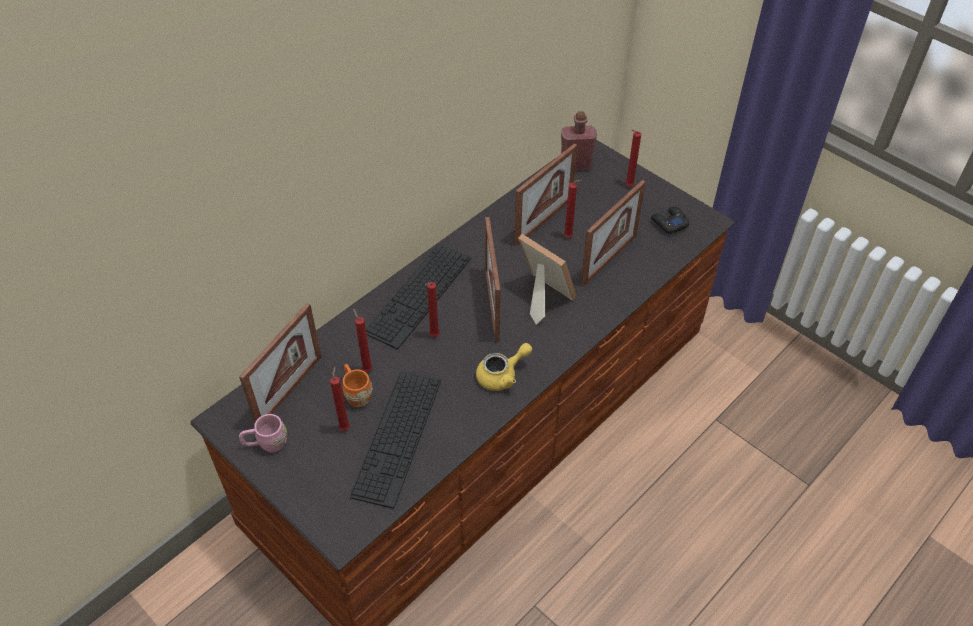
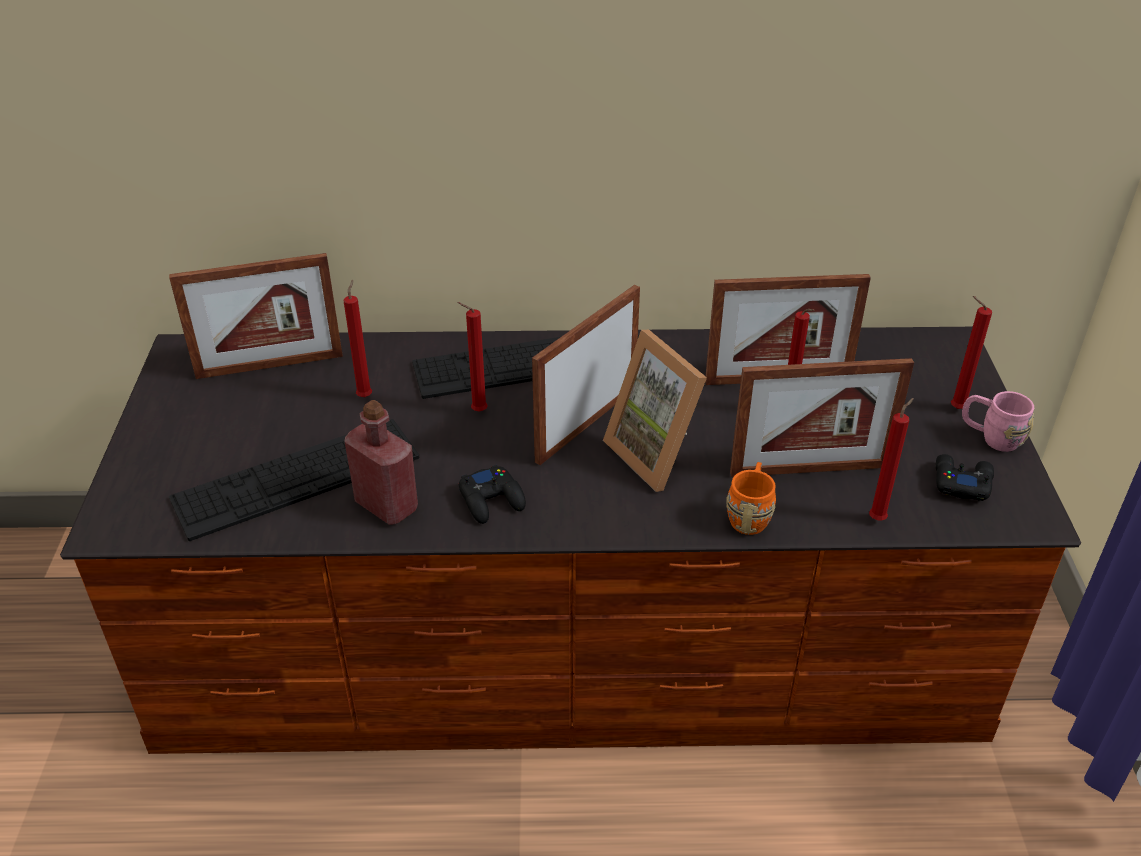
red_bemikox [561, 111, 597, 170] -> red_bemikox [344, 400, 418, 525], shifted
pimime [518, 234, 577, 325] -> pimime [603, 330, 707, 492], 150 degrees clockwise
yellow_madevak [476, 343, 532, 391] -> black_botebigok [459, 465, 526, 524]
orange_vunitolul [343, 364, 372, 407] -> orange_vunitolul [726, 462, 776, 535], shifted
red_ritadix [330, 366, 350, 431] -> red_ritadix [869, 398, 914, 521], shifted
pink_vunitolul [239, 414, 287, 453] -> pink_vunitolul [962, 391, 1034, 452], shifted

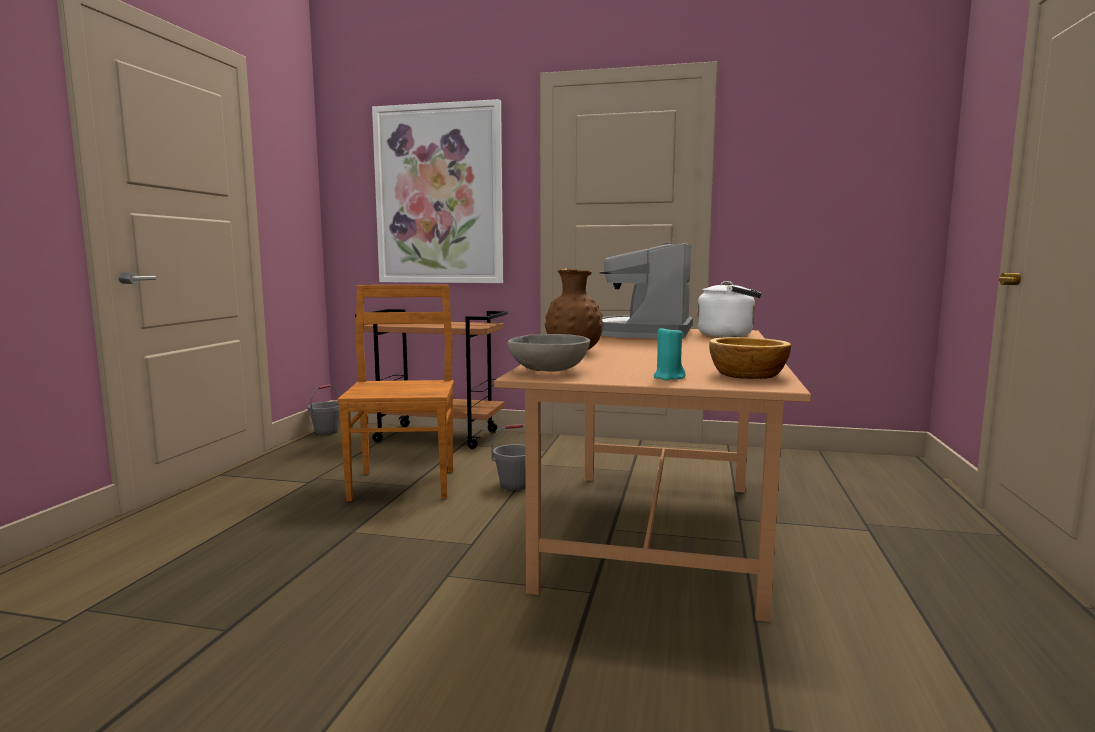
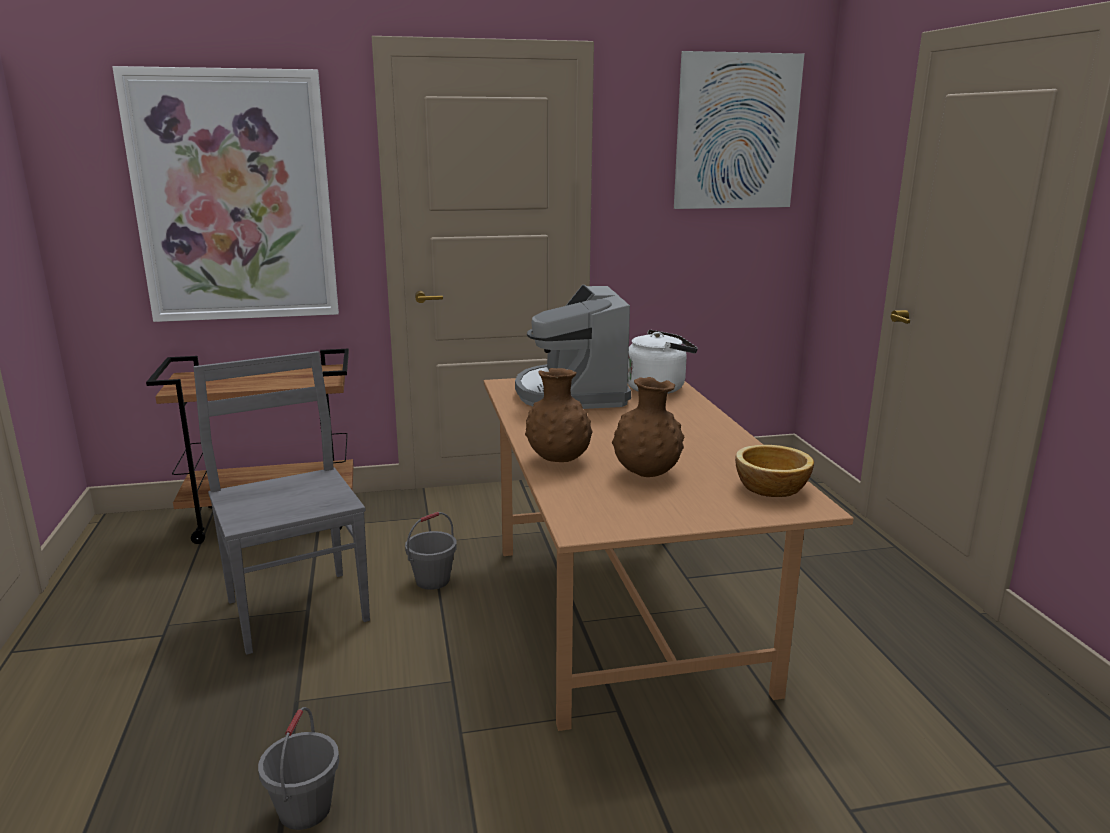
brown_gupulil [337, 285, 454, 501] -> grey_gupulil [193, 351, 370, 655]
turquoise_ritadix [654, 325, 685, 380] -> none
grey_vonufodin [507, 334, 590, 372] -> none
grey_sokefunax [308, 385, 340, 435] -> grey_sokefunax [258, 707, 339, 830], shifted
none -> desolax [674, 51, 804, 209]
none -> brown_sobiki [612, 377, 684, 477]

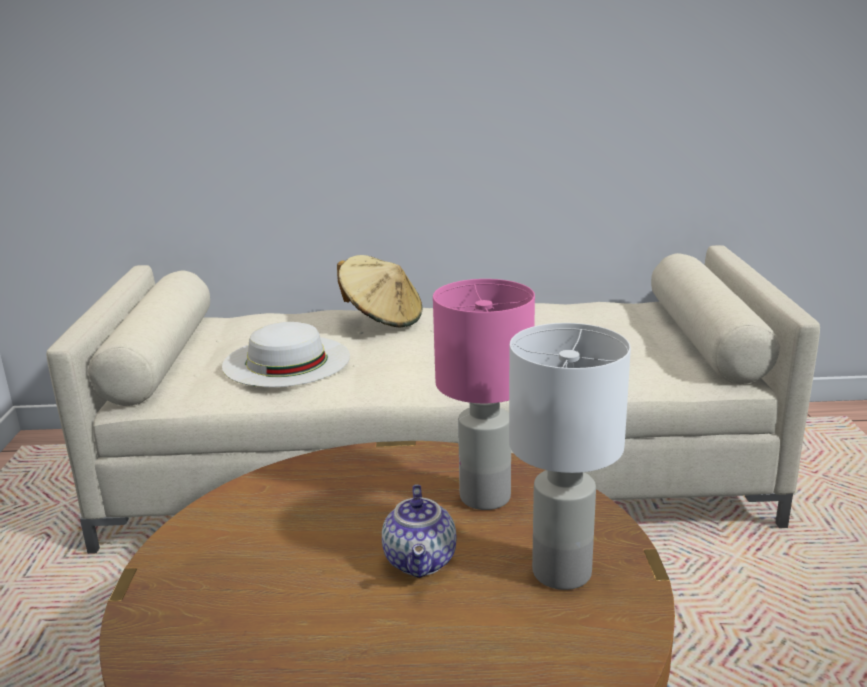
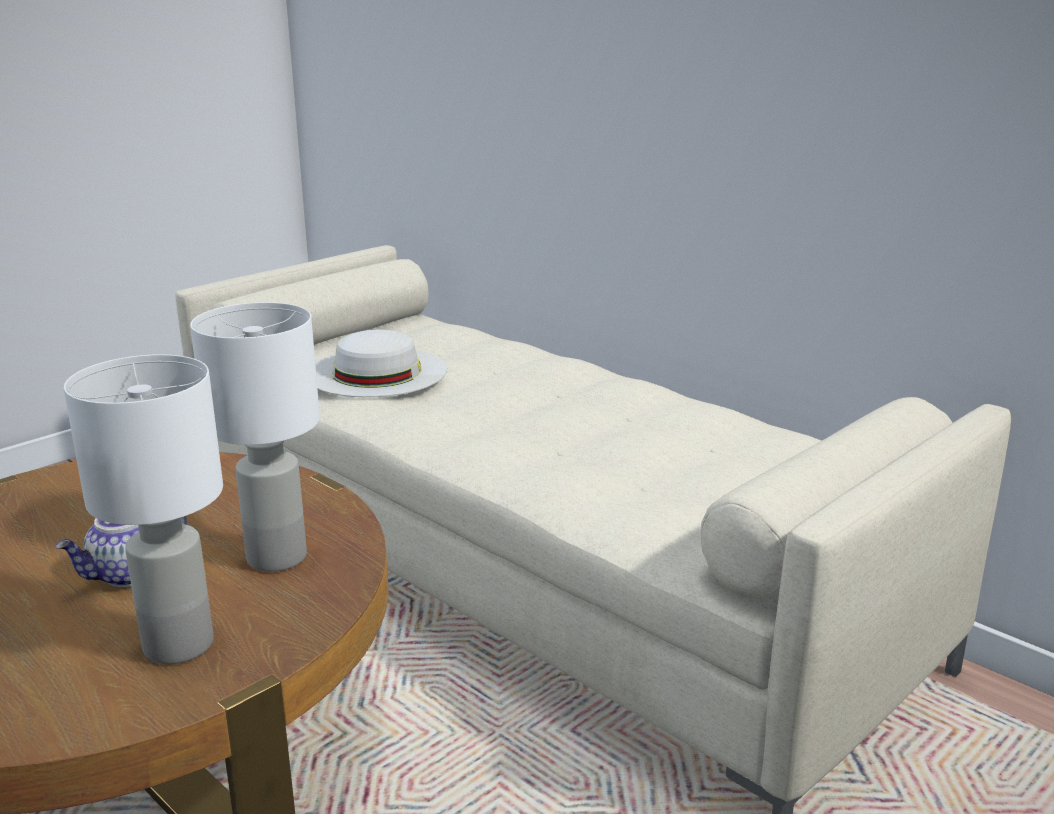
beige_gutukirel [337, 255, 422, 328] -> none
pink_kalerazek [433, 279, 535, 510] -> white_kalerazek [190, 302, 320, 572]

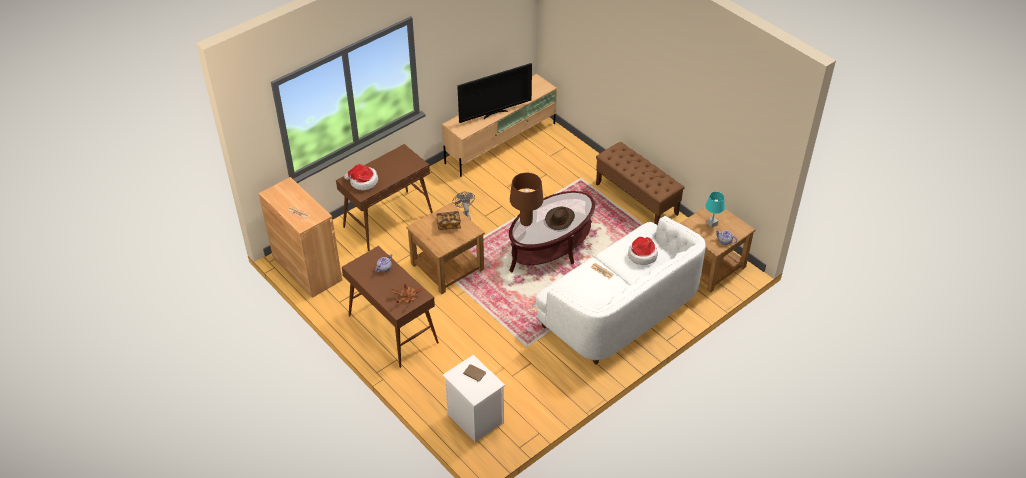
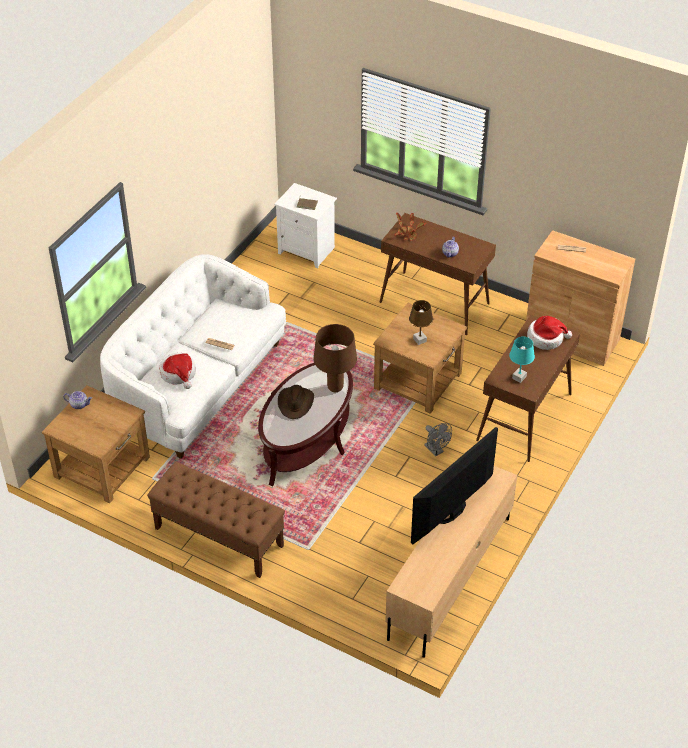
turquoise_kalerazek [705, 192, 725, 228] -> turquoise_kalerazek [509, 336, 535, 383], shifted
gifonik [436, 211, 461, 230] -> brown_kalerazek [409, 300, 433, 345]

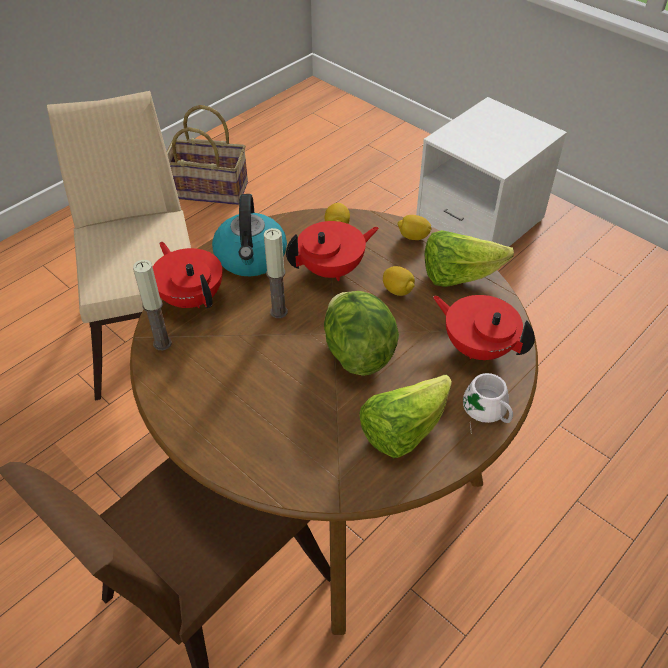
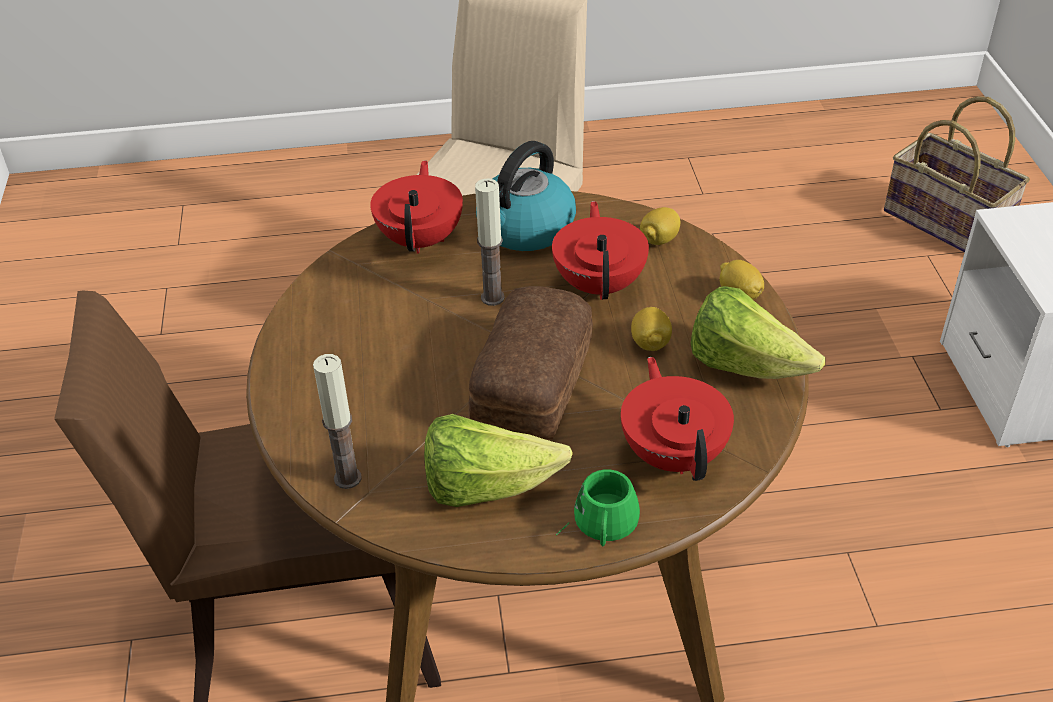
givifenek [166, 105, 248, 205] -> givifenek [884, 96, 1030, 253], shifted
red_madevak [286, 221, 379, 281] -> red_madevak [552, 201, 649, 300], 105 degrees counterclockwise
ritadix [133, 260, 172, 350] -> ritadix [313, 354, 361, 489], shifted
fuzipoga [324, 291, 399, 376] -> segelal [468, 286, 593, 440]
white_vunitolul [463, 373, 513, 428] -> green_vunitolul [556, 469, 640, 546]

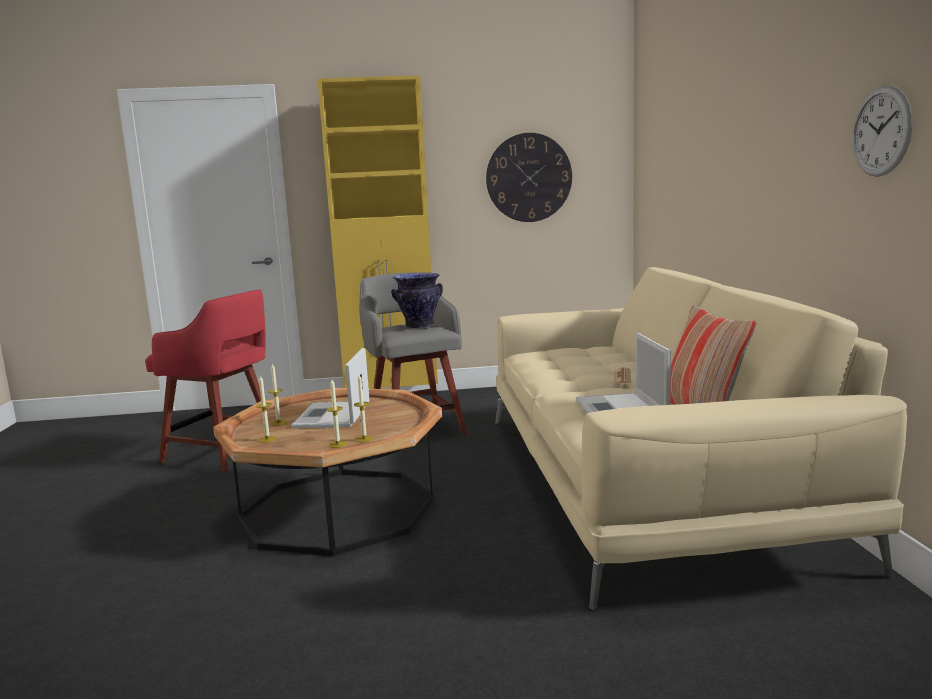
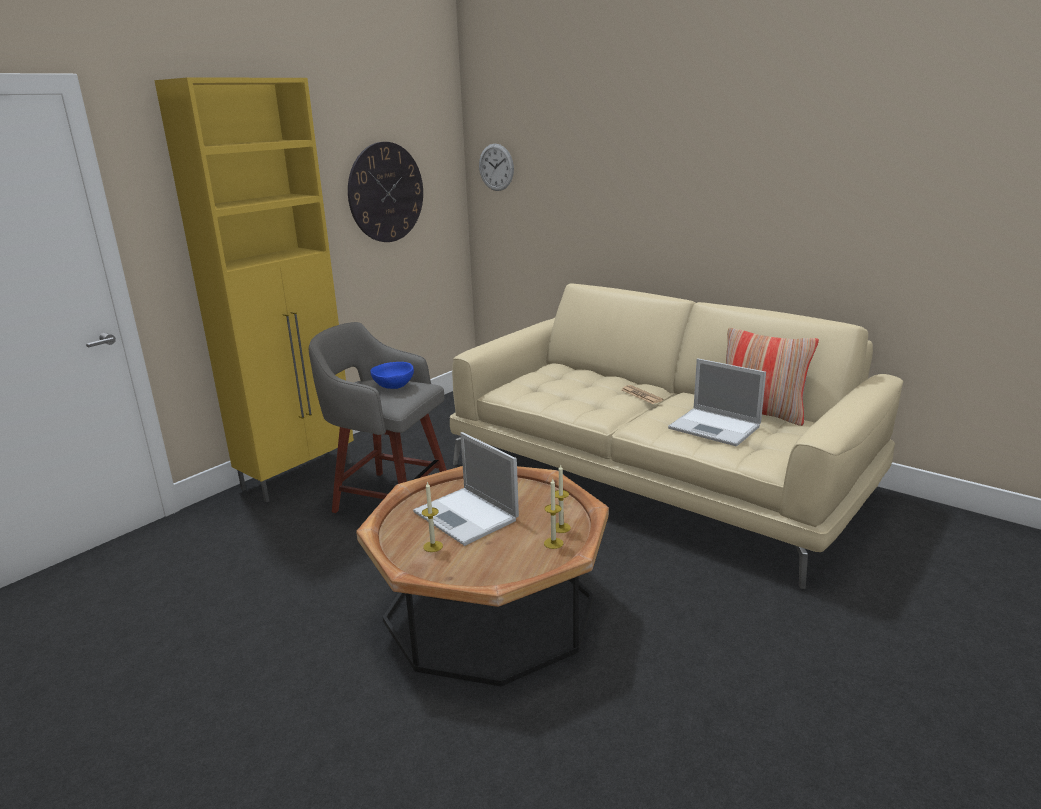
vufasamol [852, 86, 912, 177] -> vufasamol [479, 144, 514, 191], shifted
sobiki [391, 273, 443, 329] -> blue_vonufodin [370, 362, 414, 389]
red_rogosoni [145, 290, 266, 471] -> none
ritadix [256, 375, 277, 443] -> none

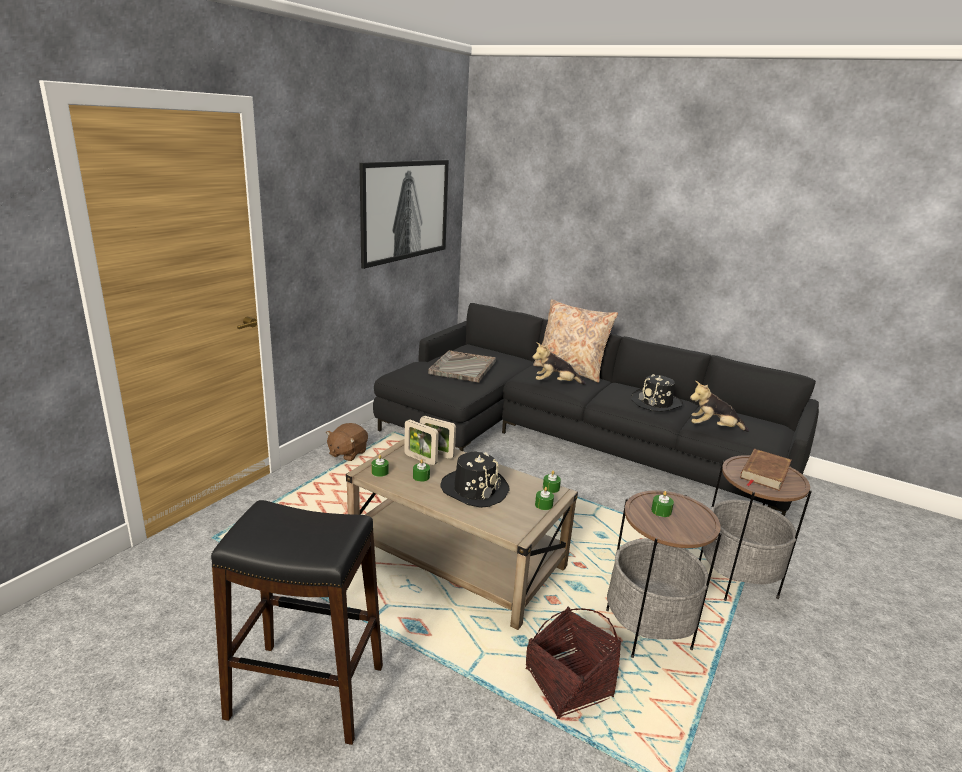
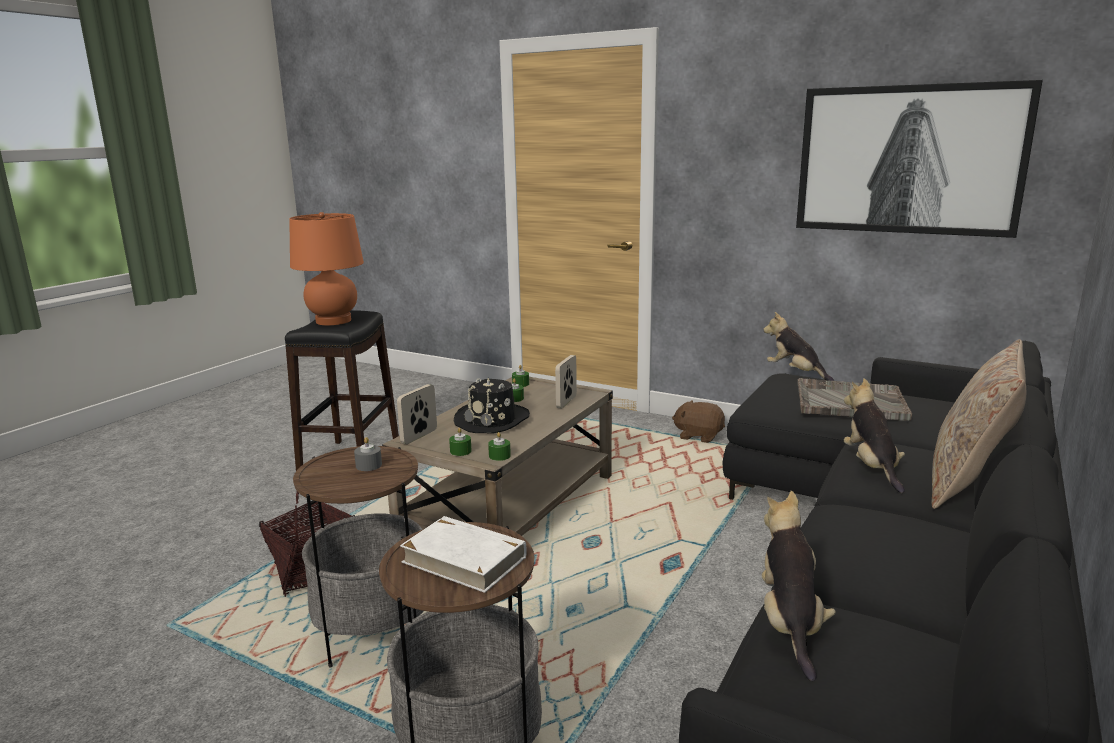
black_gutukirel [631, 374, 683, 412] -> none
pimime [404, 419, 439, 465] -> pimime [397, 384, 437, 444], shifted
brown_gifonik [740, 449, 792, 491] -> white_gifonik [400, 516, 527, 593]
green_ritadix [651, 491, 674, 517] -> grey_ritadix [354, 437, 382, 471]
none -> orange_kalerazek [289, 212, 364, 325]
none -> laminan [763, 312, 834, 381]

